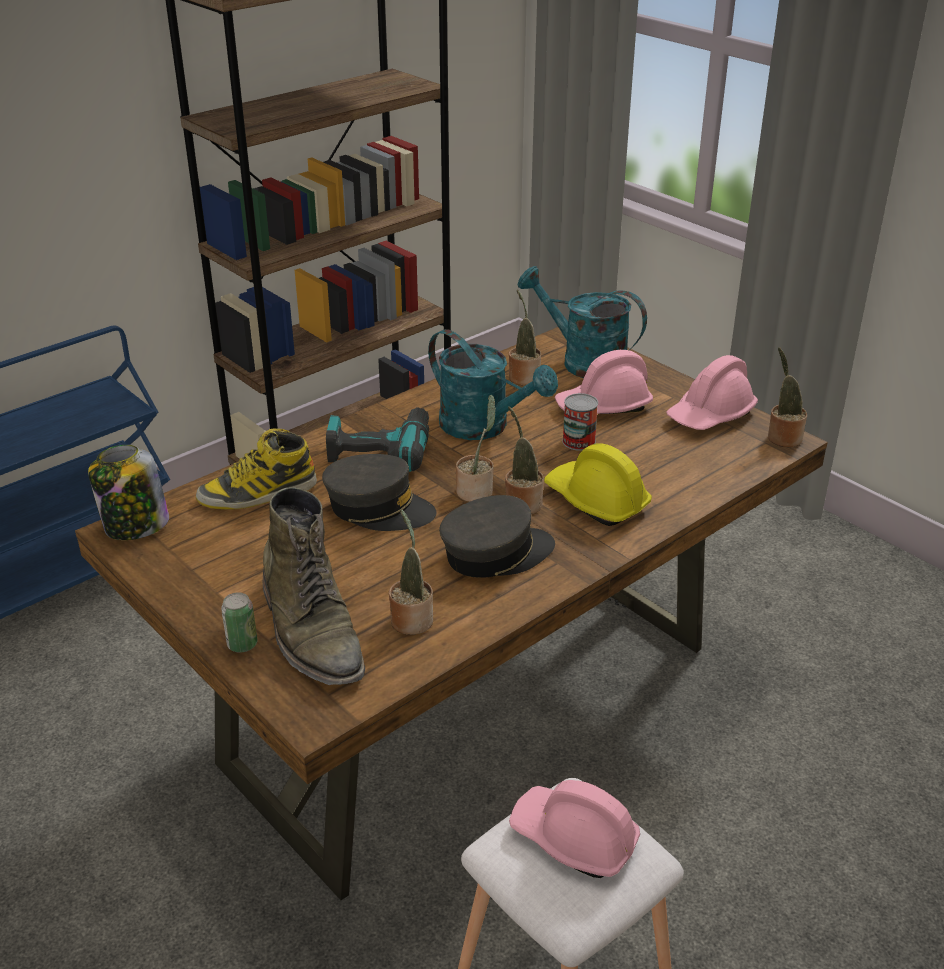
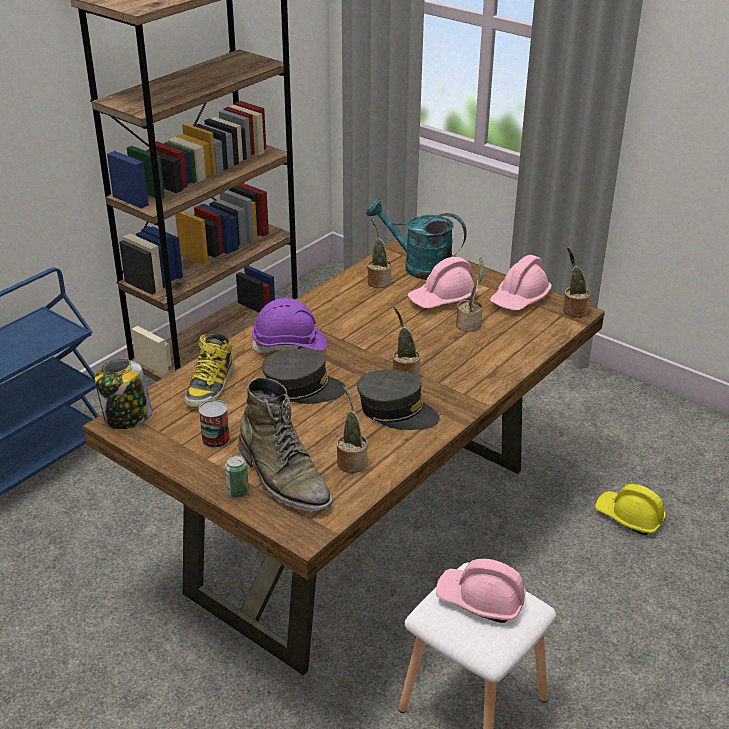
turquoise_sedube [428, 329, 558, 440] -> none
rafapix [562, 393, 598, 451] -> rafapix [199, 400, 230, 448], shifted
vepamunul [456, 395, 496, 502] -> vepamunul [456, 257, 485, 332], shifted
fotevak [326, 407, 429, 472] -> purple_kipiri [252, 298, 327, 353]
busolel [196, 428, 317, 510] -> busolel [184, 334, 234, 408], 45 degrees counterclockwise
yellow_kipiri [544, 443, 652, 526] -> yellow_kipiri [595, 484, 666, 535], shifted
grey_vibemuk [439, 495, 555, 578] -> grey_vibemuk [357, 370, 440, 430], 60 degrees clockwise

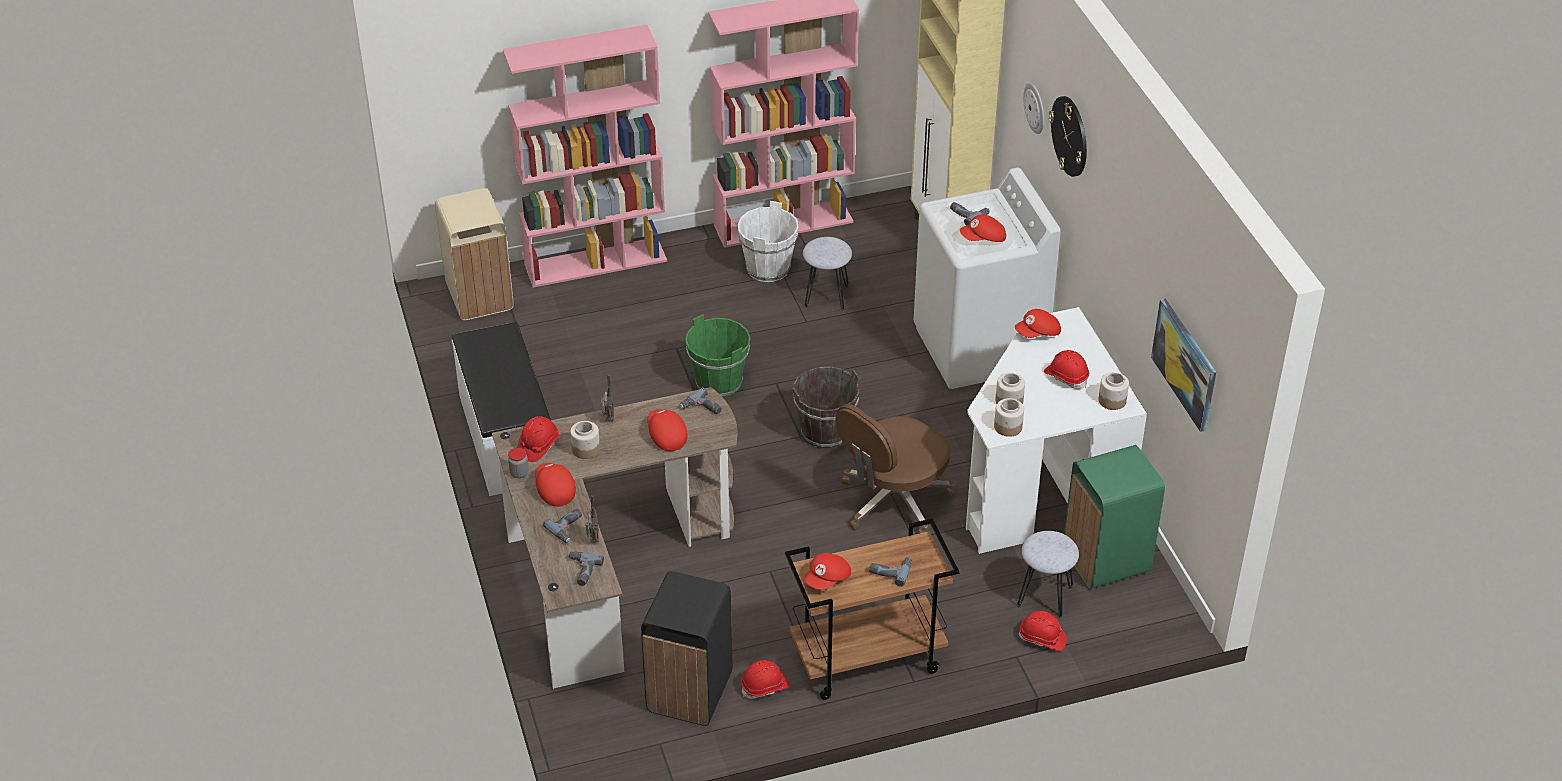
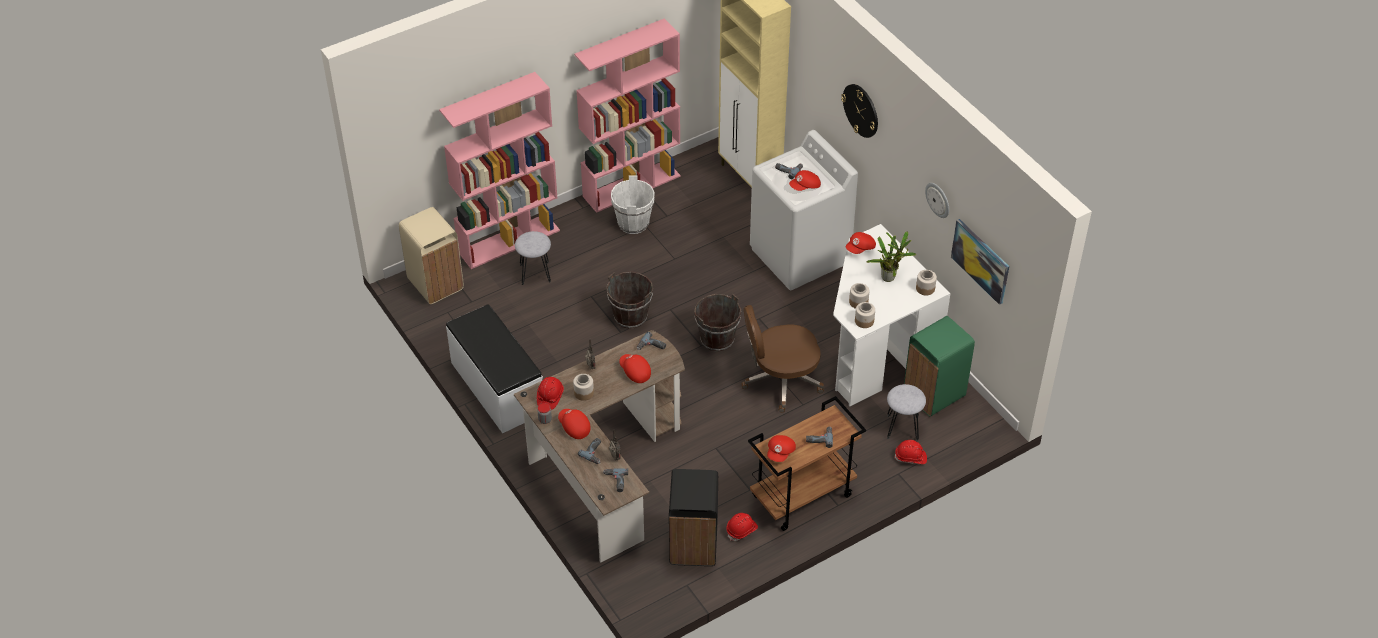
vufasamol [1023, 83, 1044, 134] -> vufasamol [925, 183, 949, 218], shifted
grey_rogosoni [803, 237, 852, 311] -> grey_rogosoni [515, 231, 551, 285], shifted
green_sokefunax [685, 314, 750, 397] -> brown_sokefunax [606, 271, 653, 329]
red_kipiri [1044, 350, 1089, 389] -> vepamunul [867, 232, 916, 282]
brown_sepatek [835, 404, 956, 534] -> brown_sepatek [742, 305, 824, 412], 45 degrees clockwise

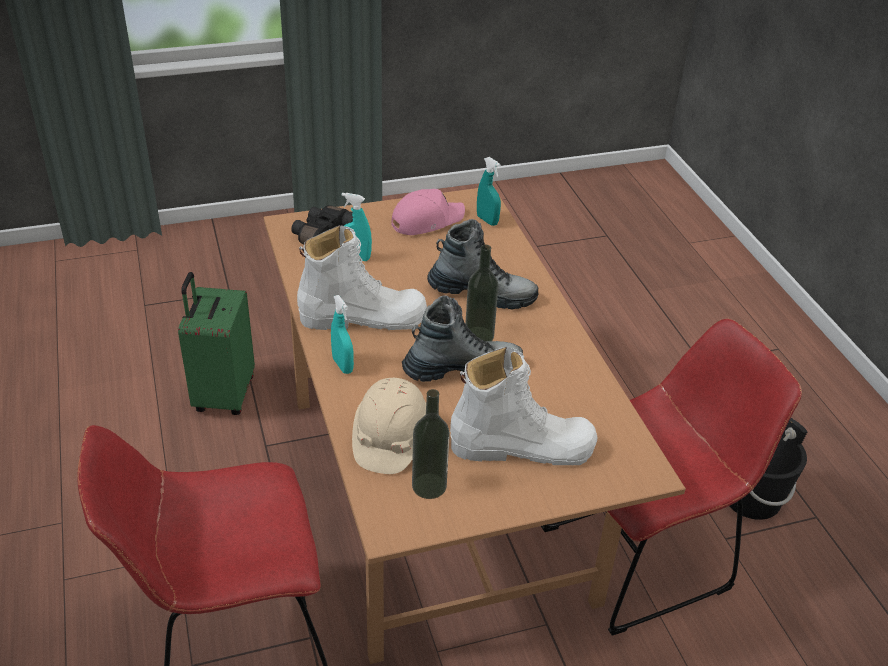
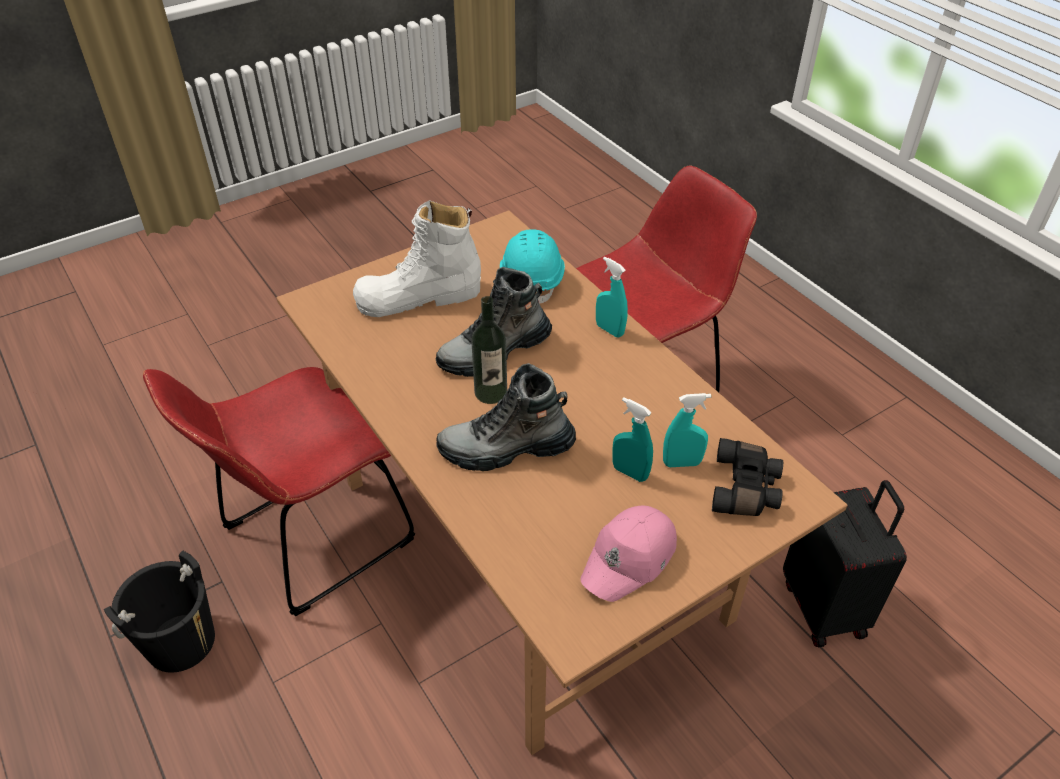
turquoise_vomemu [477, 157, 501, 226] -> turquoise_vomemu [612, 397, 653, 482], shifted
white_busolel [297, 225, 427, 330] -> none
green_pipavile [178, 272, 255, 415] -> black_pipavile [783, 480, 907, 647]
beige_kipiri [352, 377, 426, 474] -> turquoise_kipiri [500, 229, 565, 304]
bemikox [412, 389, 450, 499] -> none

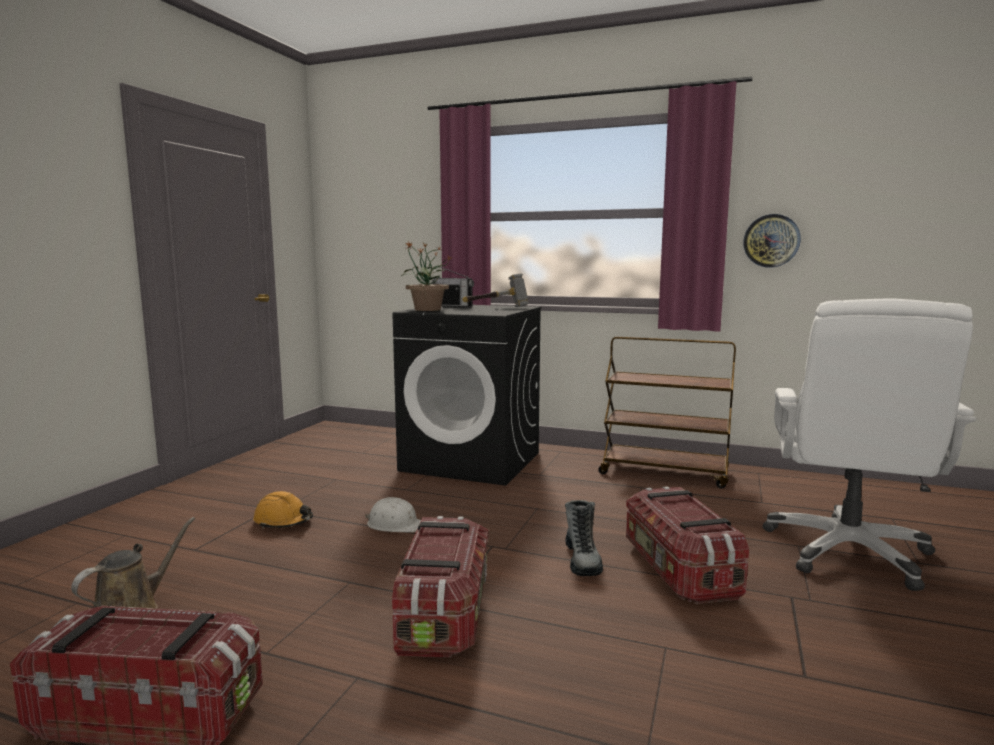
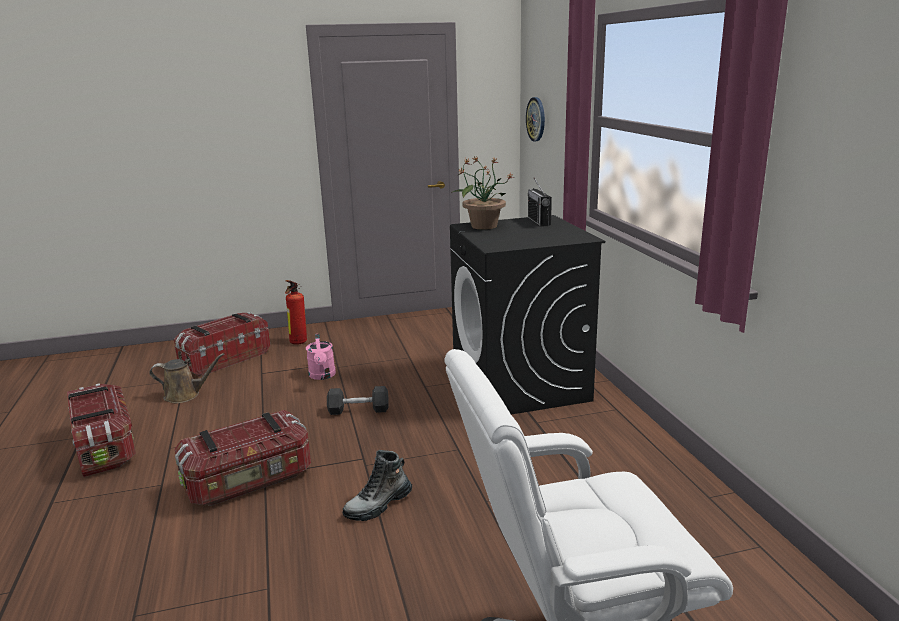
vufasamol [743, 214, 801, 268] -> vufasamol [526, 97, 545, 141], shifted
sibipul [462, 273, 529, 307] -> none
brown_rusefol [598, 337, 736, 489] -> none
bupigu [626, 486, 749, 604] -> bupigu [174, 312, 270, 377], shifted
orange_kipiri [253, 491, 313, 529] -> pink_sedube [306, 334, 336, 380]
white_kipiri [365, 497, 421, 533] -> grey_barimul [327, 386, 389, 415]
none -> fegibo [285, 280, 307, 345]

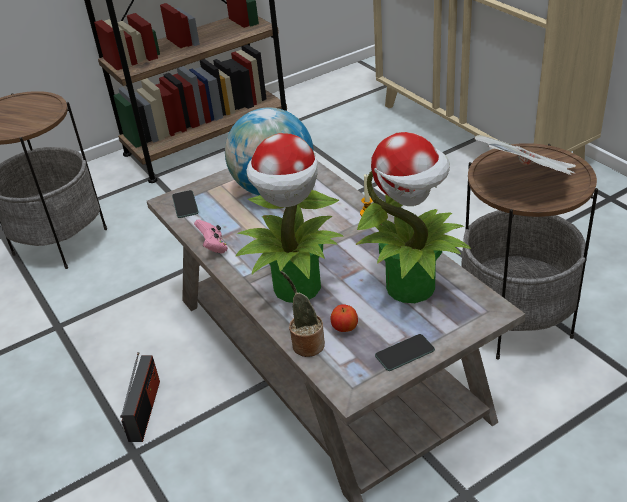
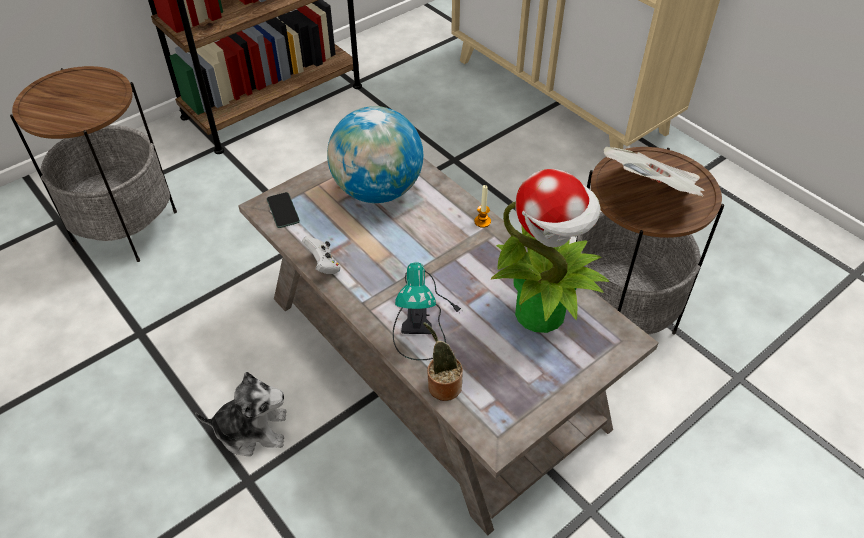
vepamunul [236, 133, 344, 303] -> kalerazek [393, 262, 462, 360]
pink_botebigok [194, 220, 228, 254] -> white_botebigok [302, 236, 340, 274]
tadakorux [331, 304, 358, 332] -> none
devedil [375, 334, 435, 371] -> none
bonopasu [120, 352, 160, 442] -> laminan [195, 372, 287, 456]

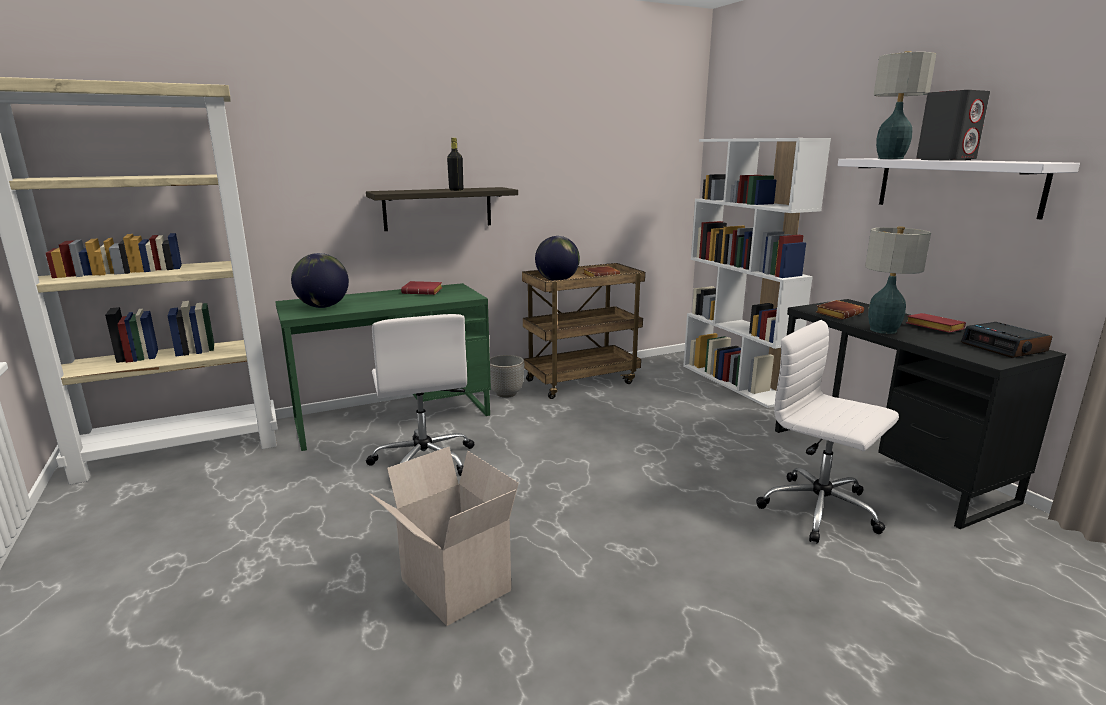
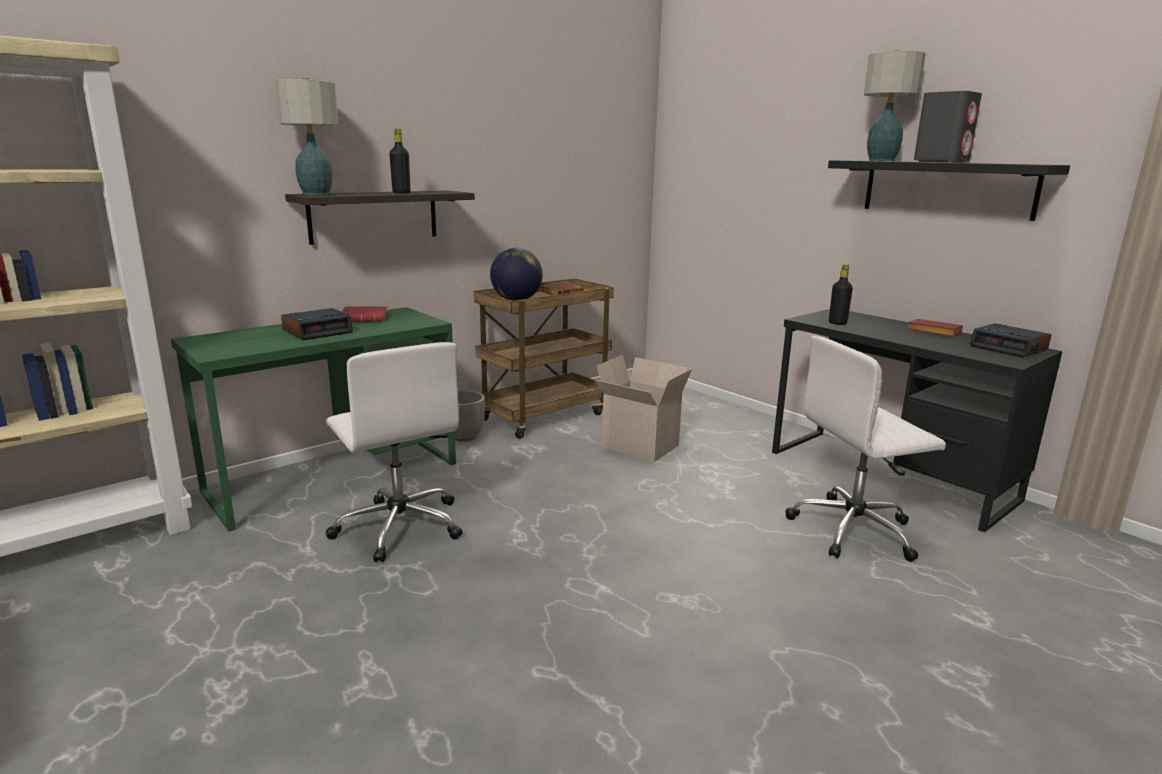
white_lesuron [683, 138, 831, 408] -> none
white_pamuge [837, 158, 1080, 220] -> black_pamuge [828, 160, 1070, 221]
kalerazek [865, 226, 931, 334] -> kalerazek [275, 77, 339, 195], shifted
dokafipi [291, 253, 349, 308] -> none
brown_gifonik [816, 300, 864, 320] -> black_bemikox [829, 264, 853, 325]
white_sepatek [756, 320, 899, 544] -> white_sepatek [785, 336, 946, 562], 45 degrees counterclockwise
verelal [370, 447, 519, 626] -> verelal [595, 355, 692, 462], shifted
none -> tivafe [281, 308, 353, 340]

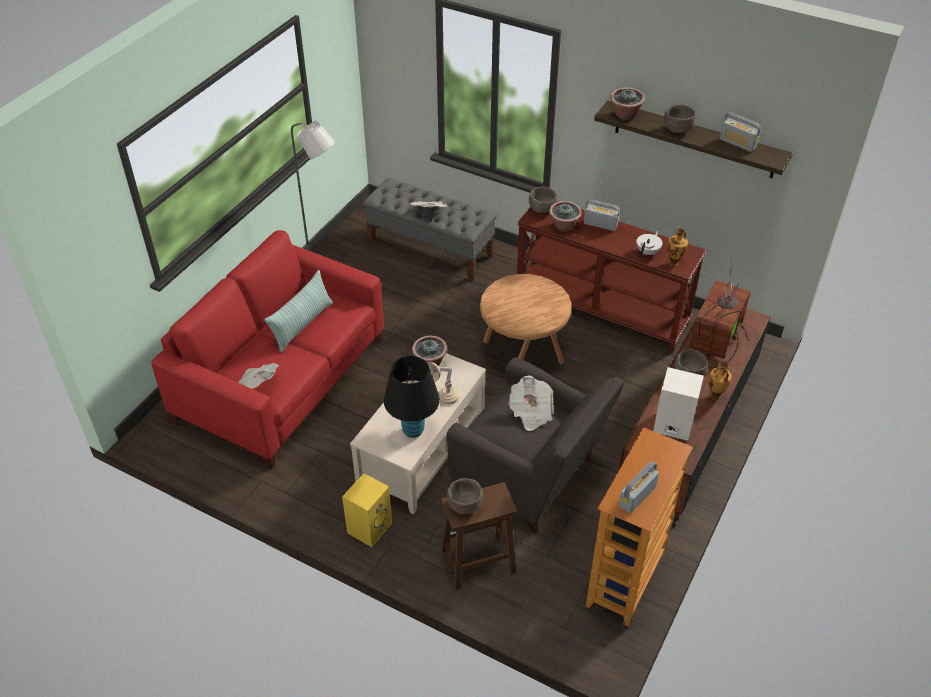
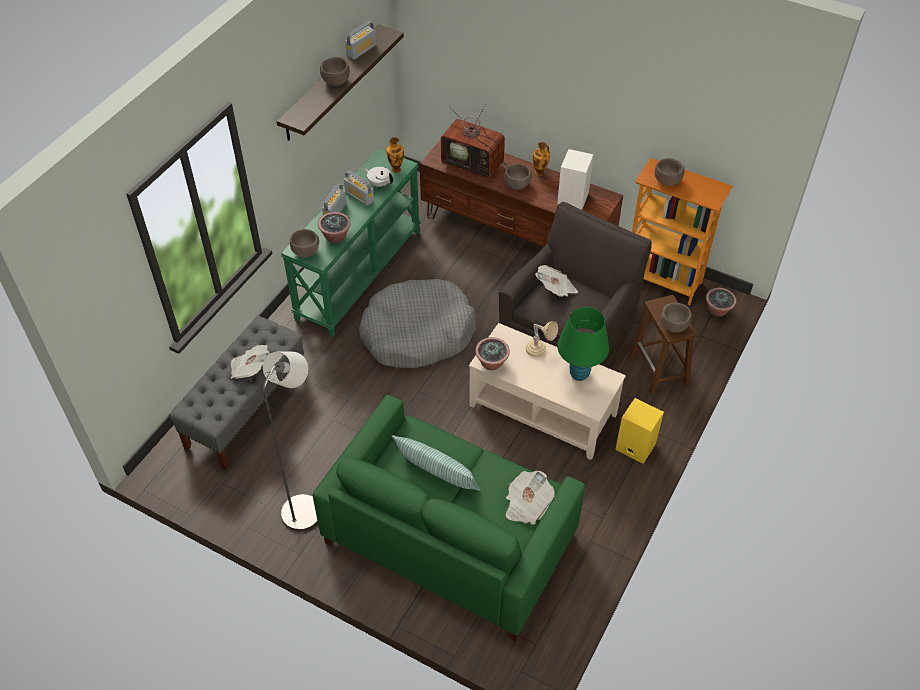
vepamunul [610, 87, 645, 120] -> vepamunul [706, 288, 737, 317], shifted
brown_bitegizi [517, 201, 706, 353] -> green_bitegizi [281, 149, 421, 337]
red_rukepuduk [151, 230, 384, 468] -> green_rukepuduk [313, 395, 585, 641]
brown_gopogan [480, 274, 572, 364] -> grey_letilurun [359, 279, 476, 368]
black_kalerazek [384, 356, 440, 438] -> green_kalerazek [557, 307, 609, 381]
bonopasu [619, 461, 659, 513] -> bonopasu [344, 170, 374, 206], shifted
none -> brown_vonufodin [655, 158, 684, 186]

